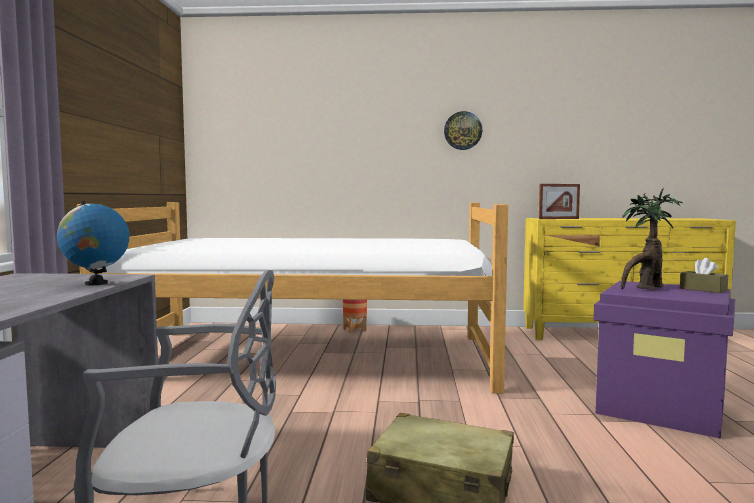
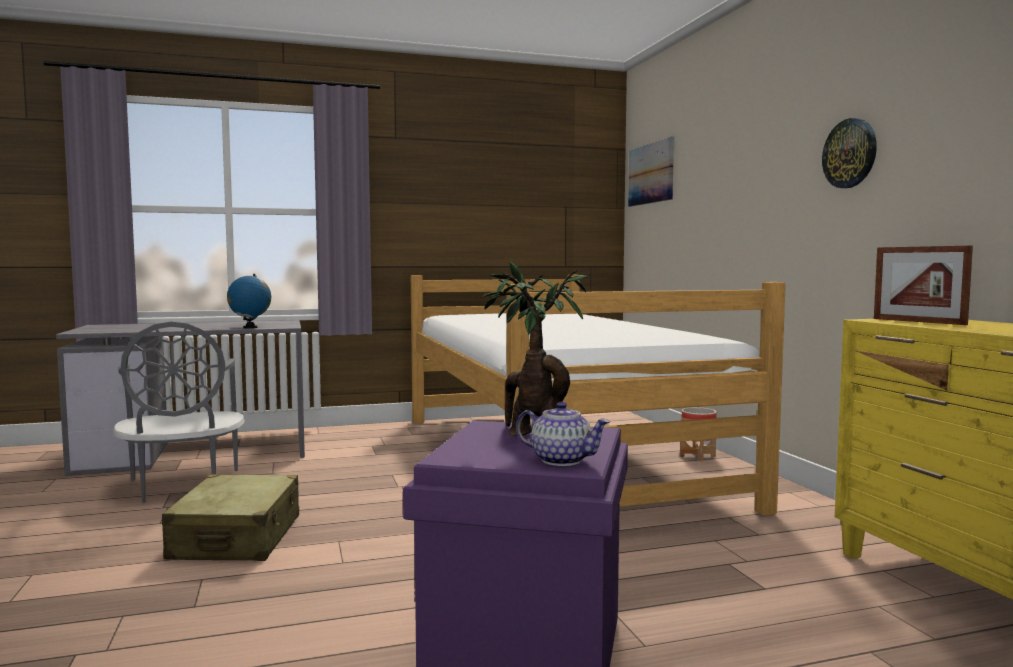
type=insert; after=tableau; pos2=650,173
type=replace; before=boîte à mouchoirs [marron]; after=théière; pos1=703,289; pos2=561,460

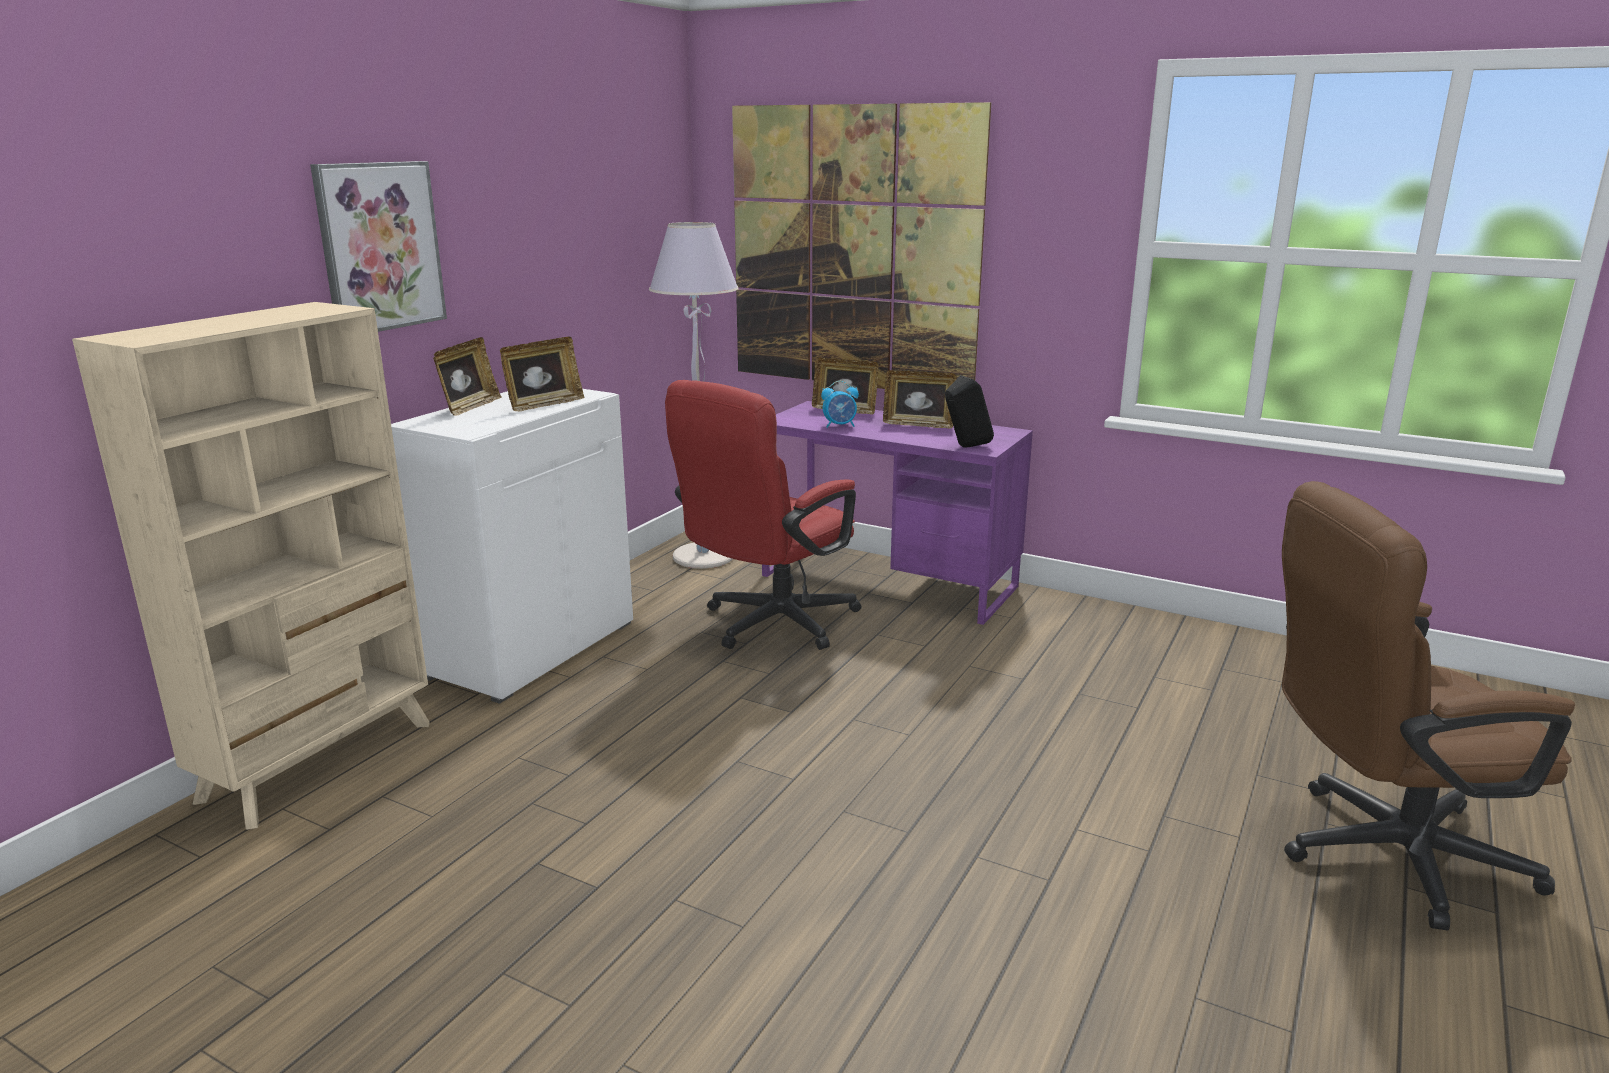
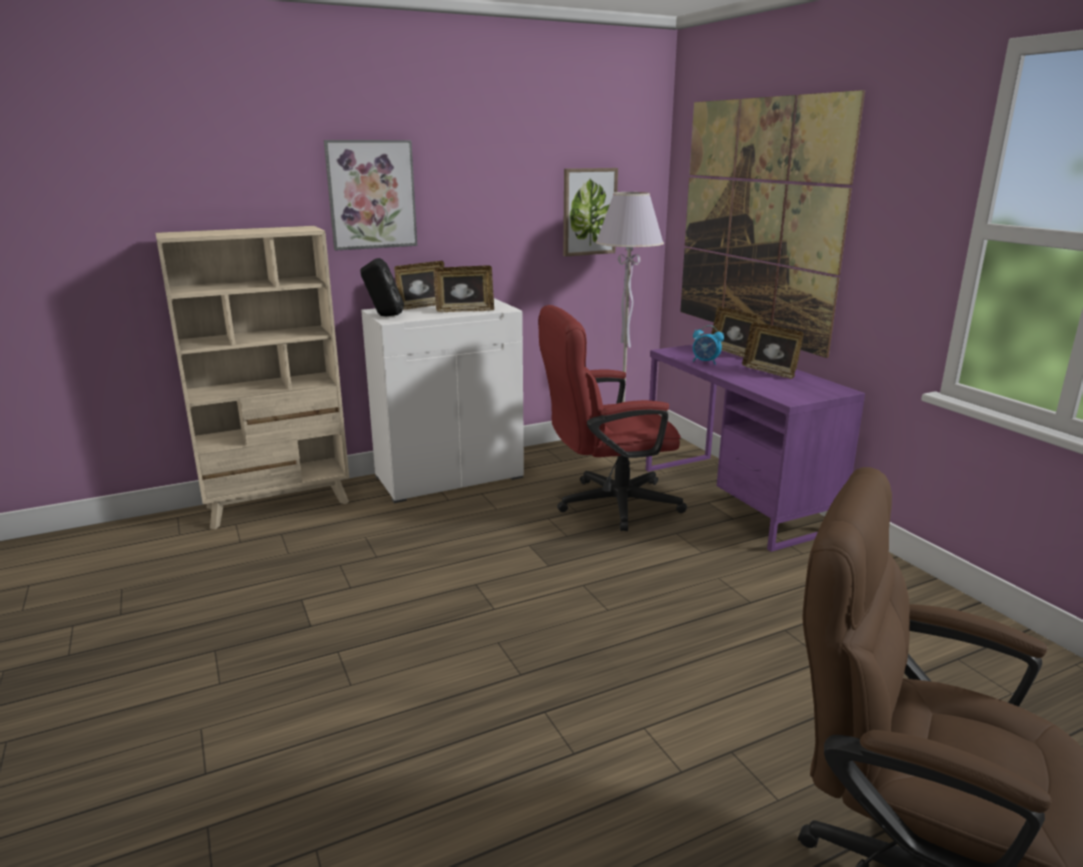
type=insert; after=tableau; pos2=589,212
type=move; before=enceinte [noir]; pos1=965,447; pos2=383,316

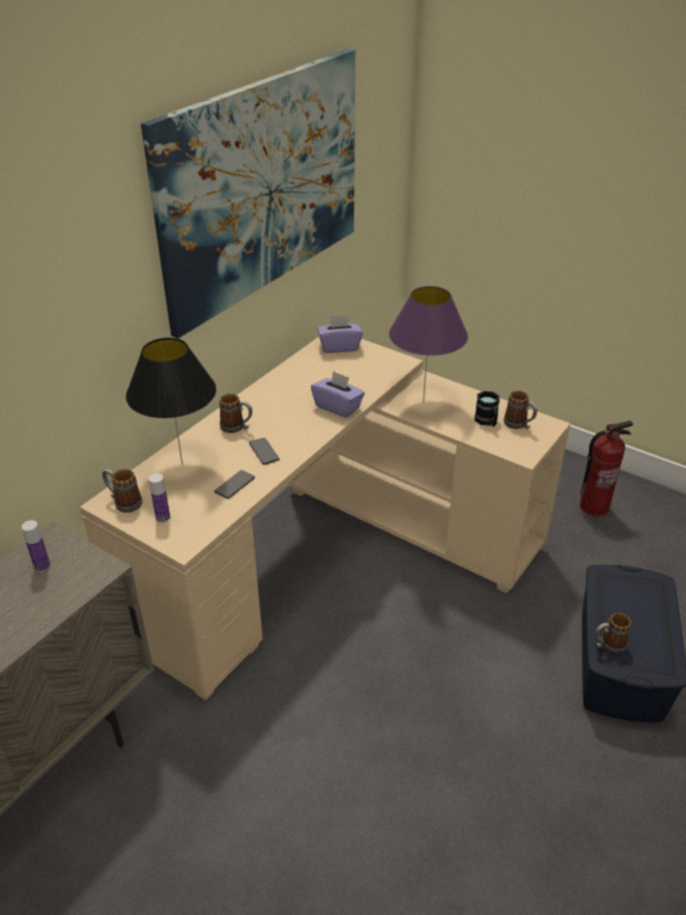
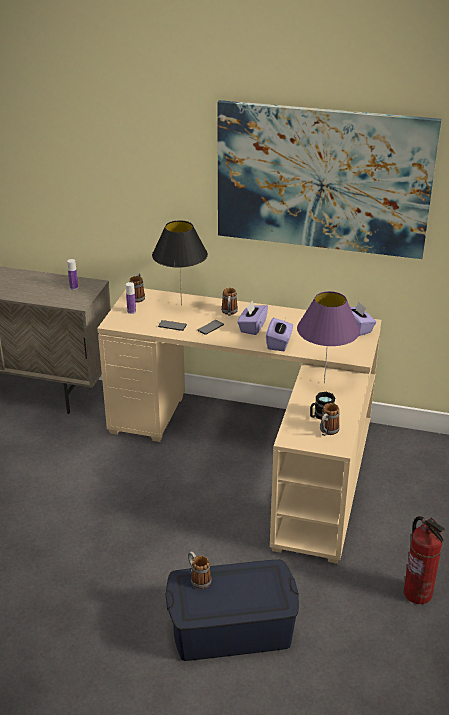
type=insert; after=boîte à mouchoirs [violet]; pos2=252,327

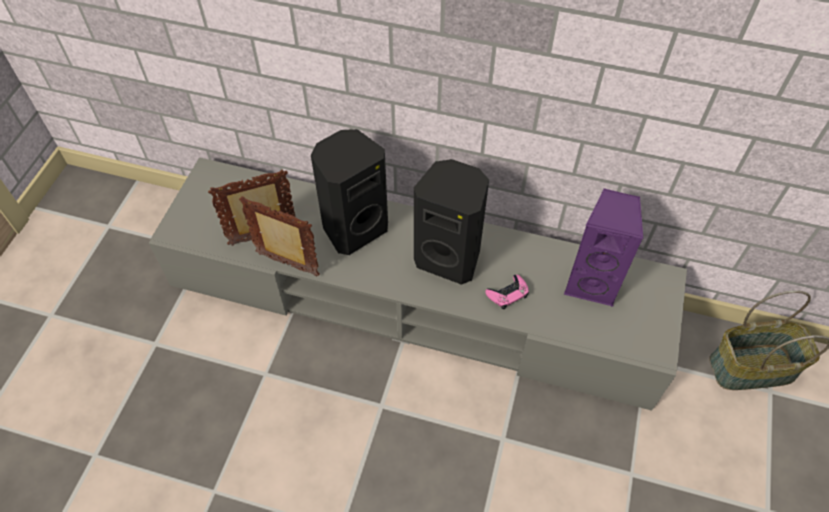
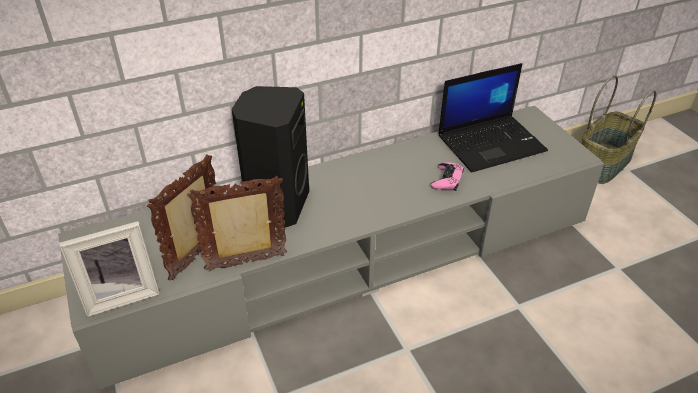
type=delete; before=enceinte [noir]; pos1=449,257
type=insert; after=cadre photo; pos2=121,294
type=replace; before=enceinte [violet]; after=ordinateur portable; pos1=592,283; pos2=491,143

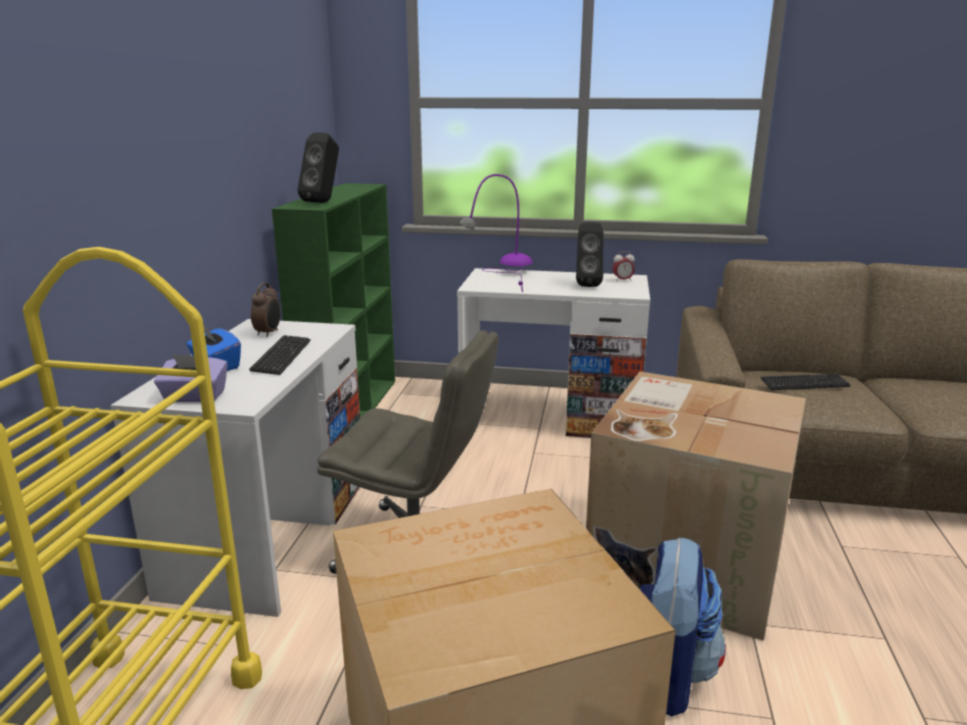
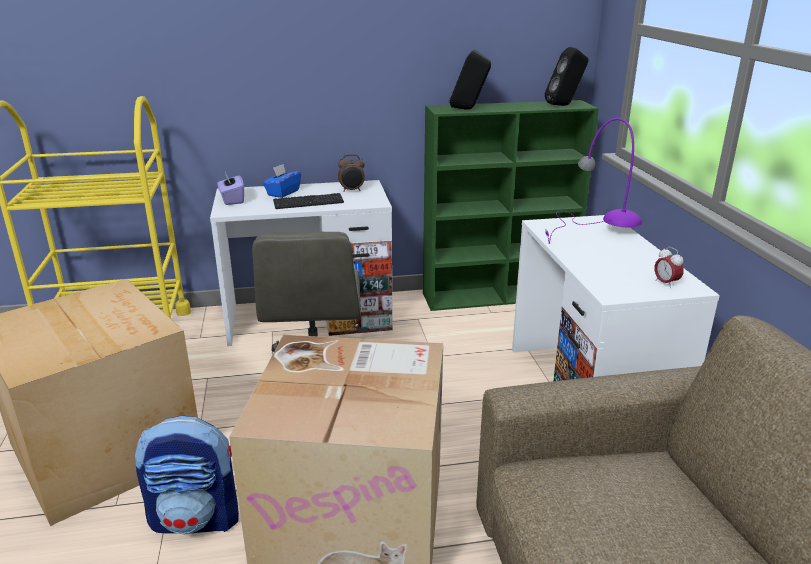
type=delete; before=clavier; pos1=804,384
type=move; before=enceinte [noir]; pos1=587,284; pos2=564,105

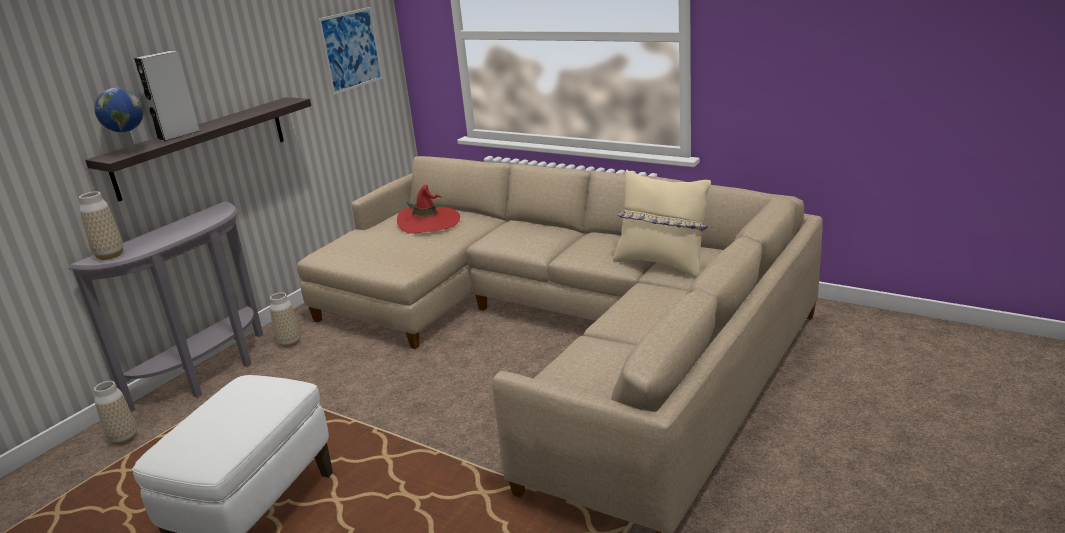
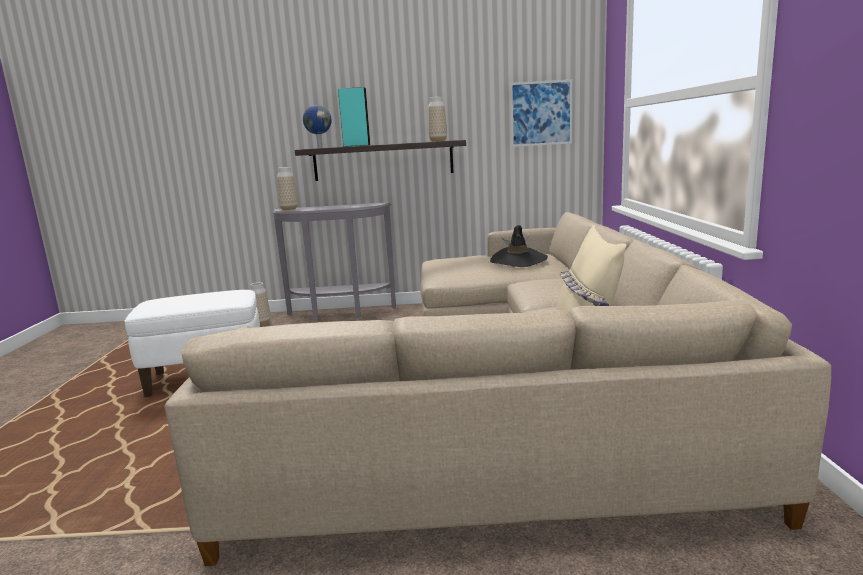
type=move; before=vase; pos1=289,343; pos2=438,141
type=recolor; before=enceinte [gris]; after=enceinte [turquoise]; pos1=178,135; pos2=356,145
type=recolor; before=chapeau [rouge]; after=chapeau [noir]; pos1=429,222; pos2=518,261

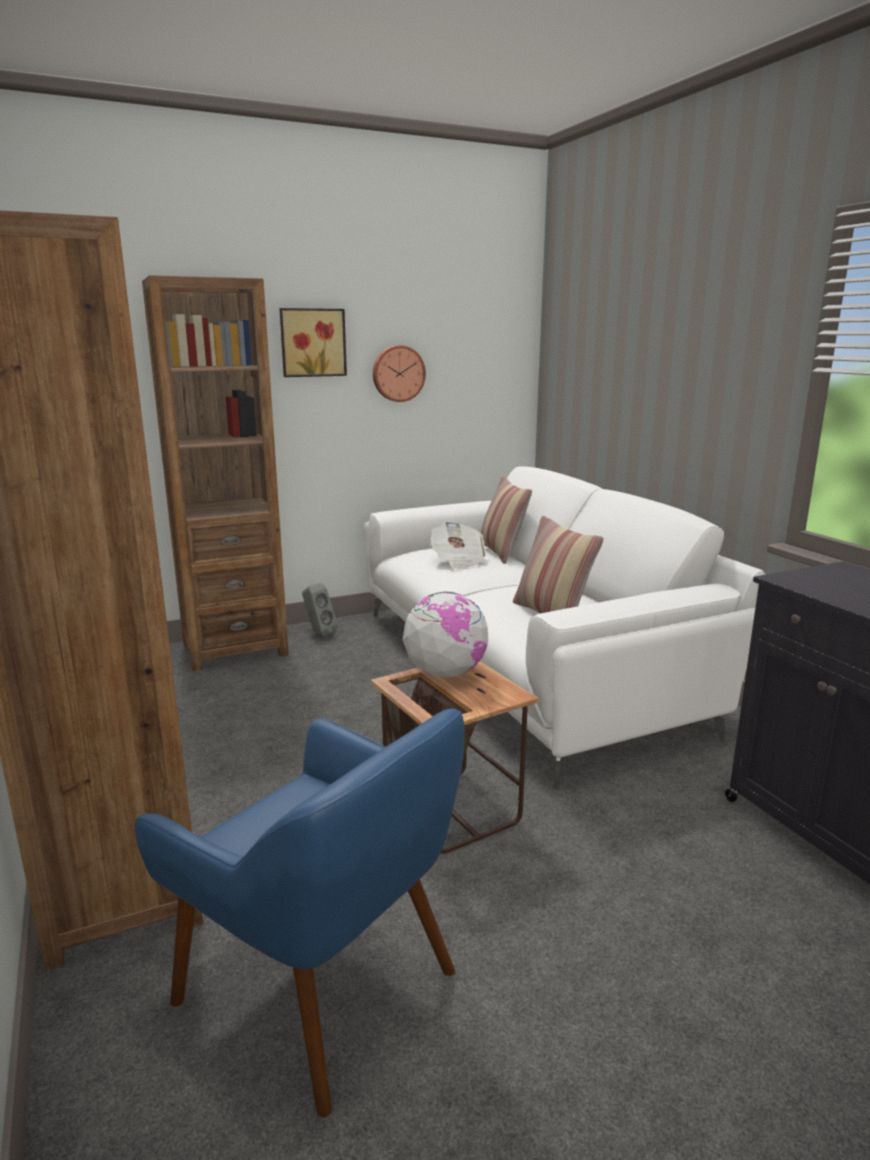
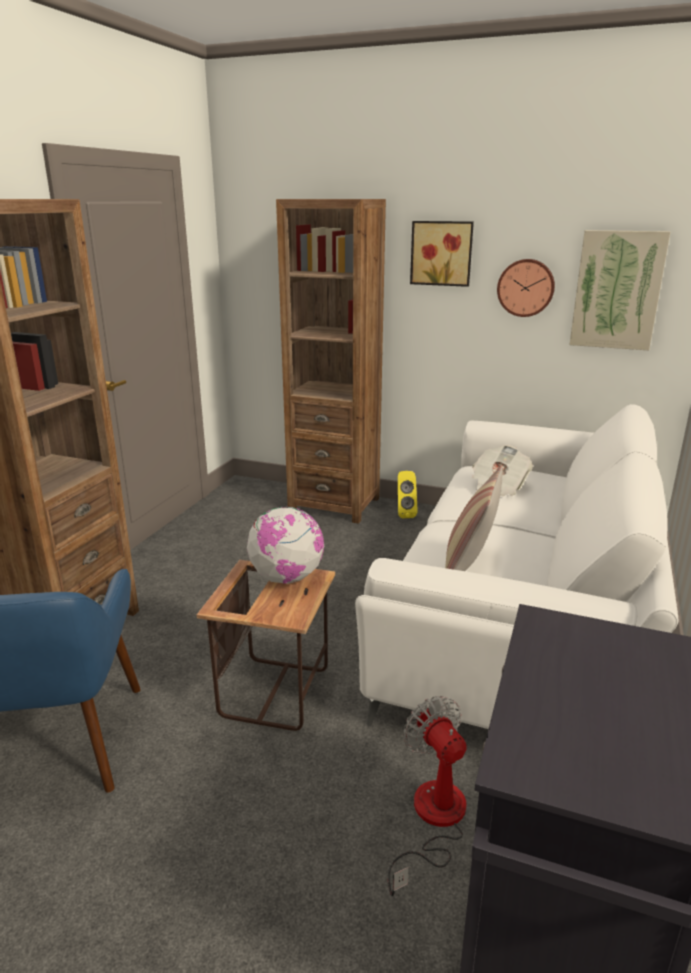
type=delete; before=coussin; pos1=501,552
type=insert; after=ventilateur; pos2=432,820
type=insert; after=tableau; pos2=617,290
type=recolor; before=enceinte [gris]; after=enceinte [jaune]; pos1=318,633; pos2=404,514

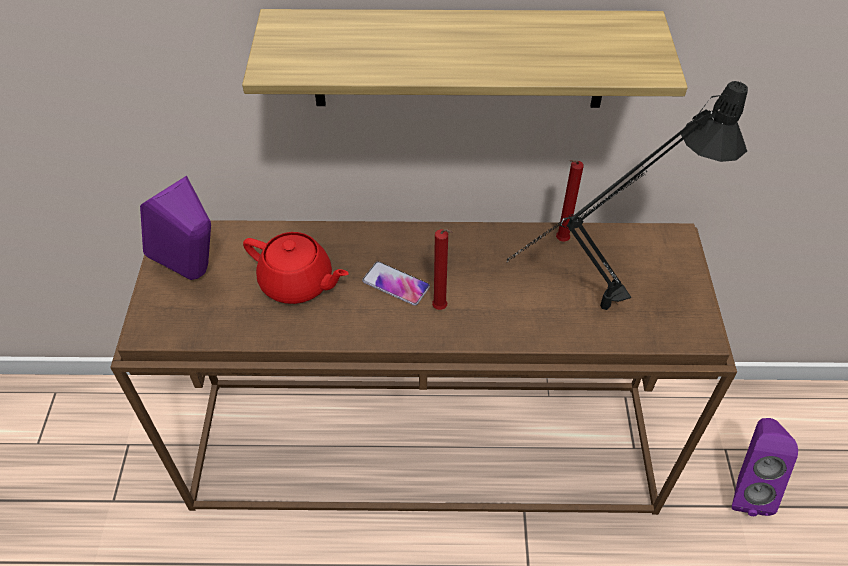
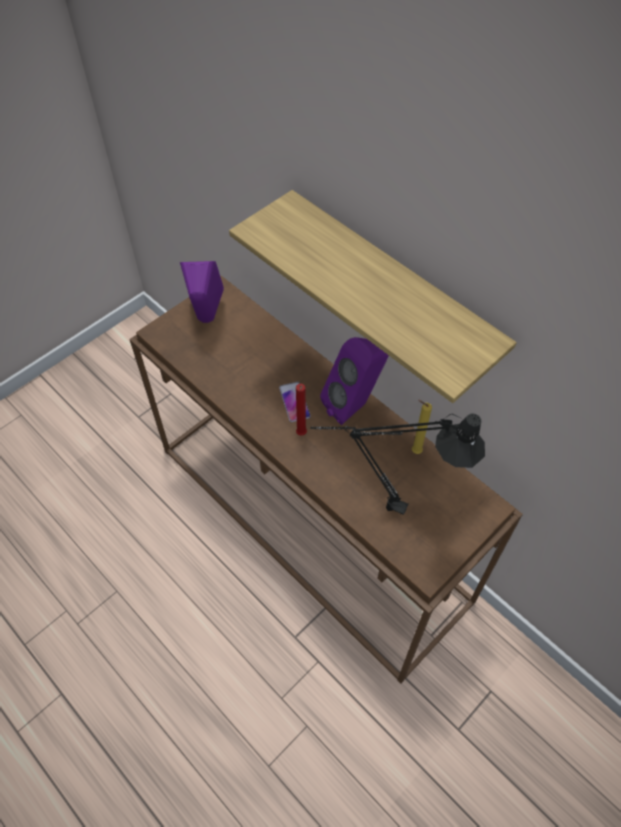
type=delete; before=théière [rouge]; pos1=298,283
type=move; before=enceinte [violet]; pos1=745,487; pos2=354,405
type=recolor; before=bougie [rouge]; after=bougie [jaune]; pos1=560,241; pos2=414,451

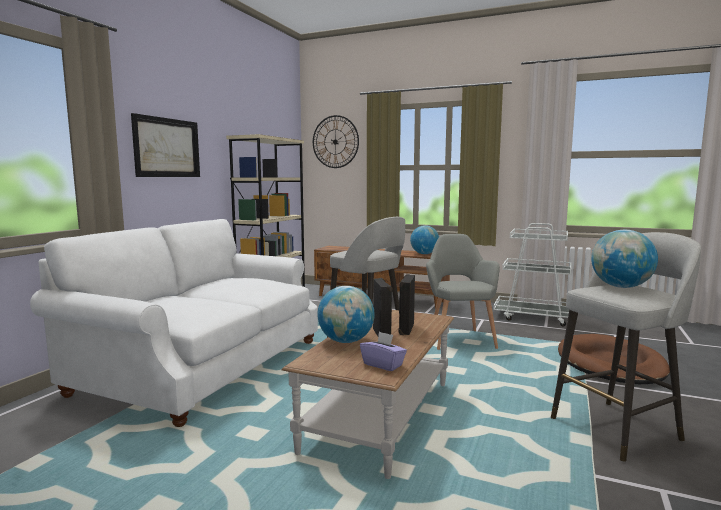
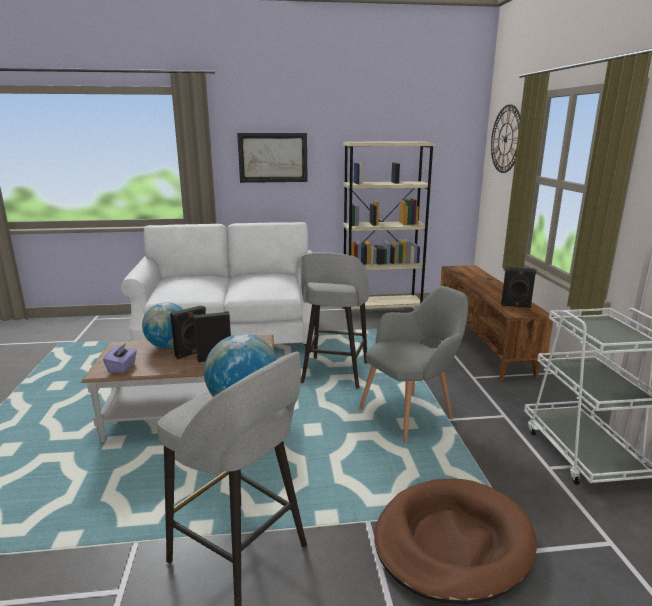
type=replace; before=globe; after=enceinte [noir]; pos1=424,254; pos2=515,306

